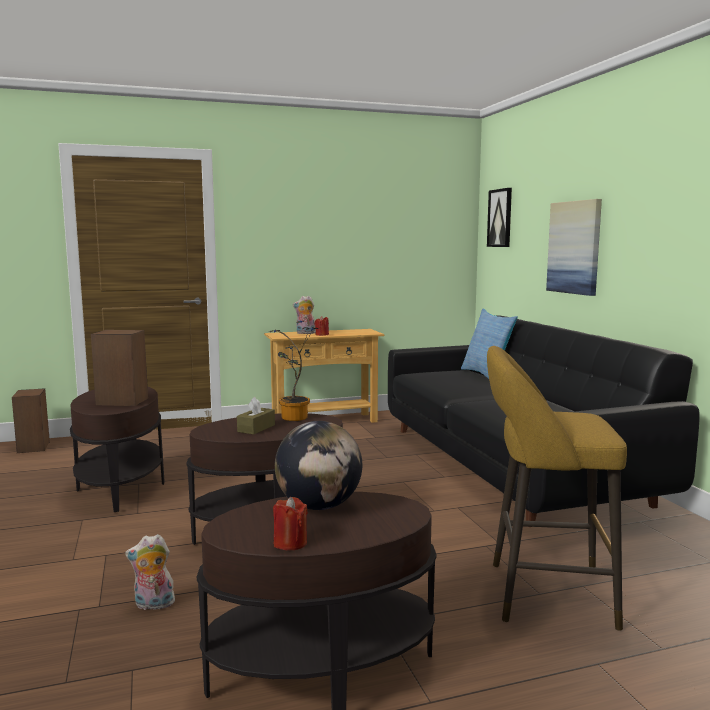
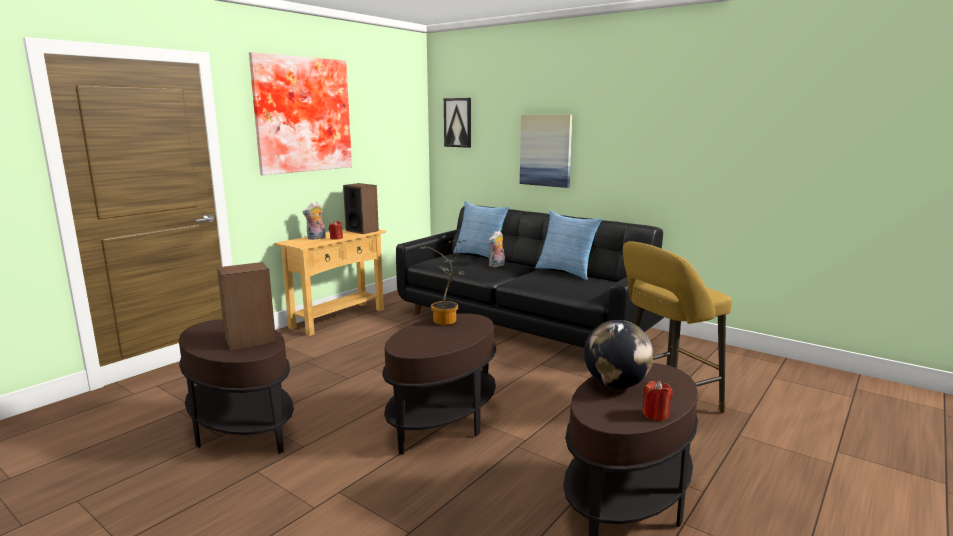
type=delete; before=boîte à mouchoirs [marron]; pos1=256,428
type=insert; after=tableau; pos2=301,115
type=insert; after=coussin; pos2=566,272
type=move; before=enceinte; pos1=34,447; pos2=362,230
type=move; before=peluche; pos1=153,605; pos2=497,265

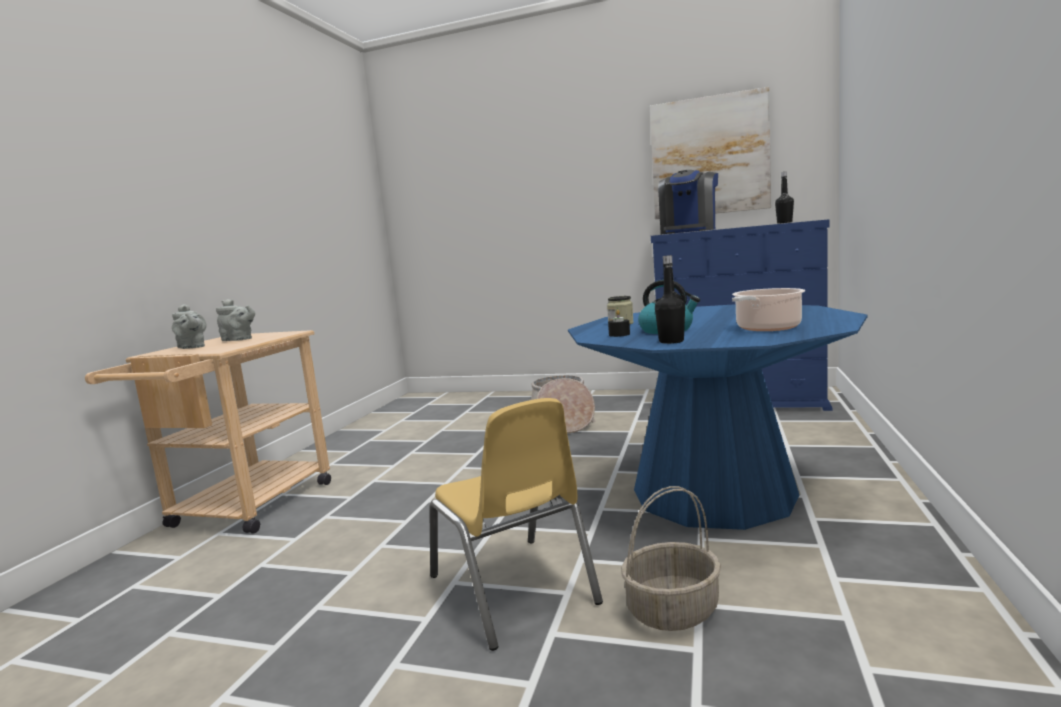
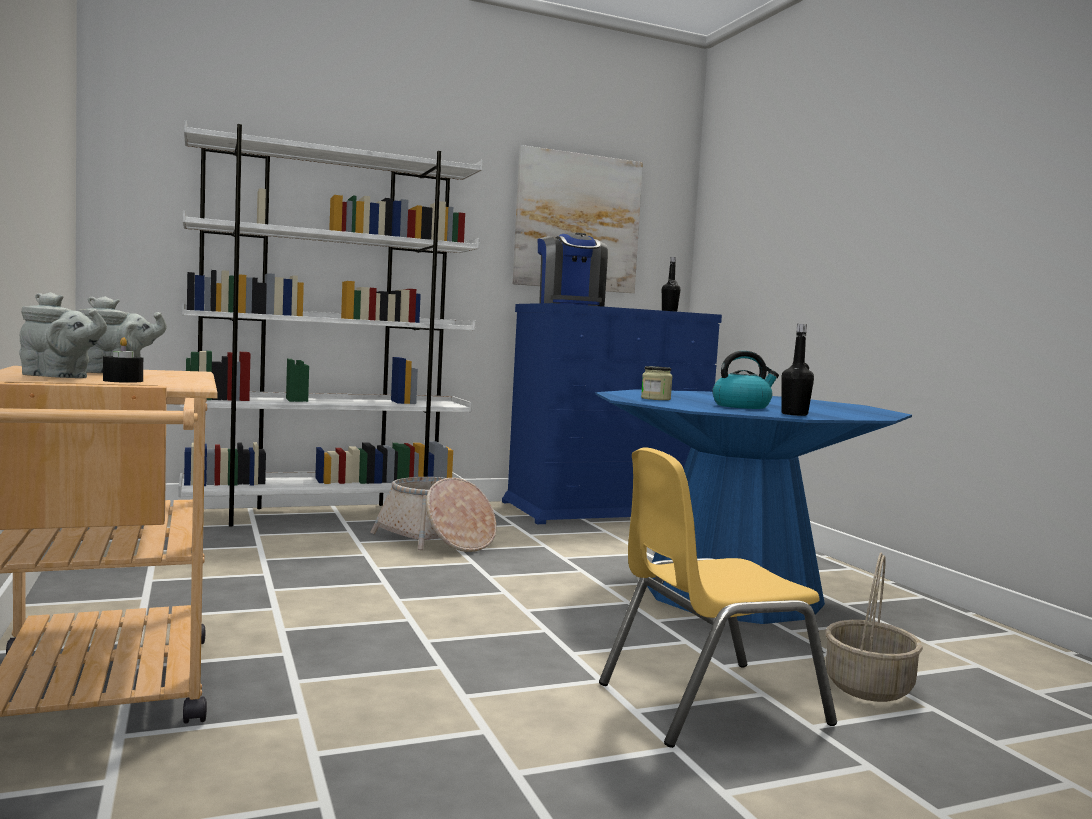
type=delete; before=marmite; pos1=766,328
type=insert; after=bibliothèque [blanc]; pos2=327,514
type=move; before=bougie [noir]; pos1=619,334; pos2=123,381
type=rotate; before=chaise [jaune]; pos1=513,589; pos2=709,703; turn=135

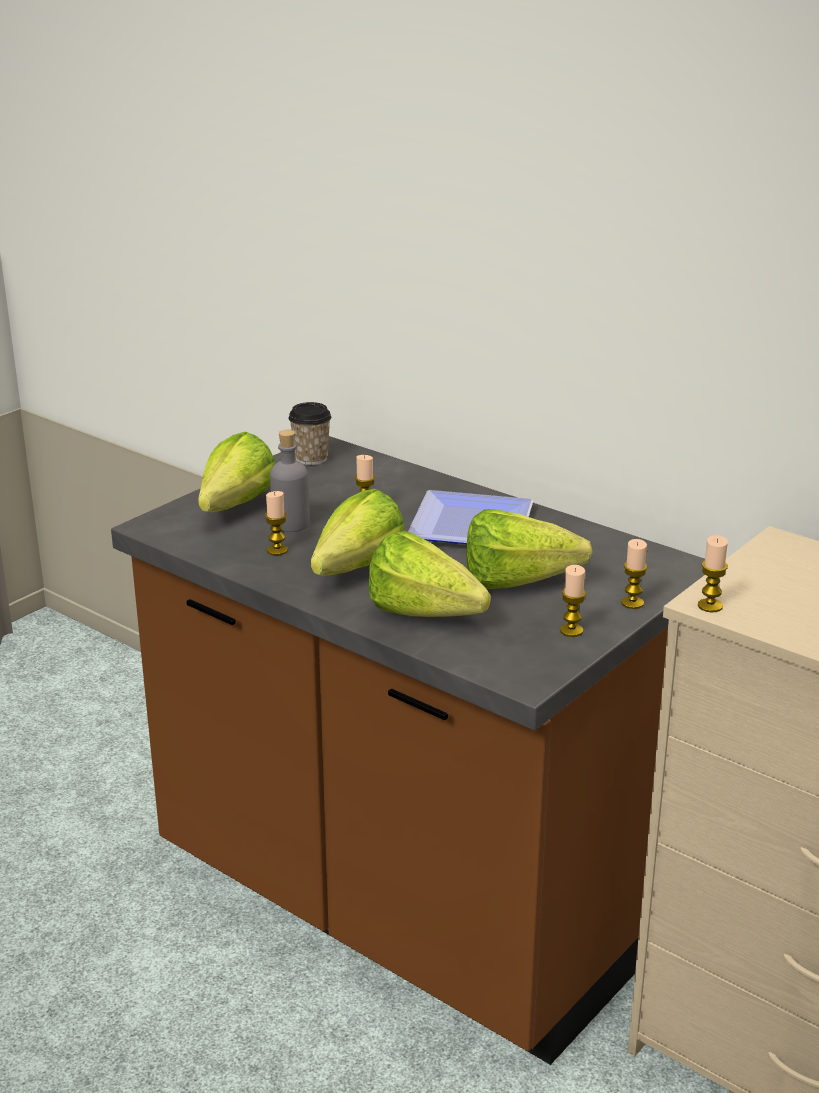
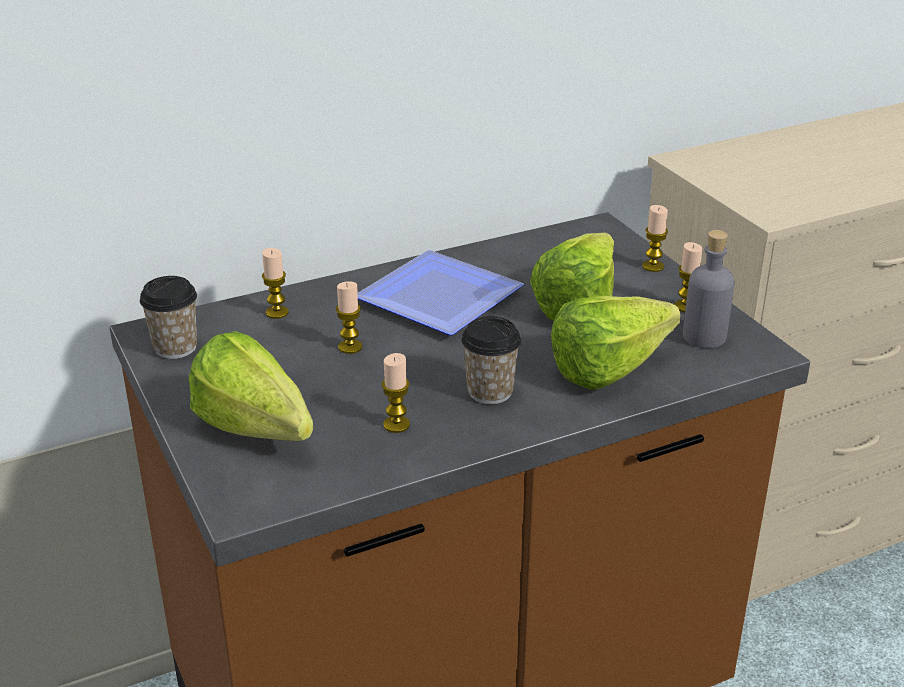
type=move; before=bouteille [gris]; pos1=291,524; pos2=704,337
type=move; before=bougie; pos1=710,606; pos2=277,312
type=replace; before=laitue; after=tasse; pos1=349,573; pos2=490,392

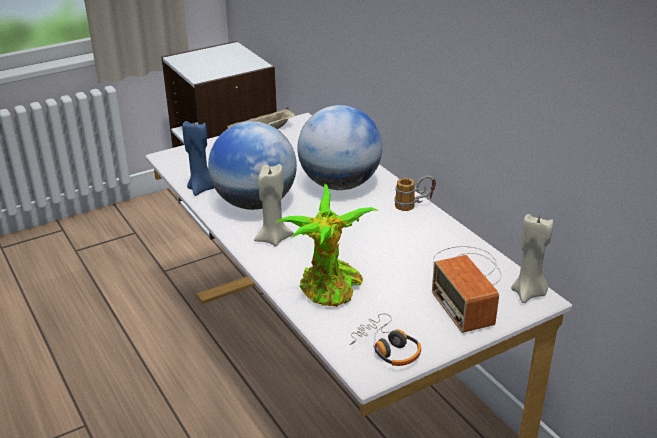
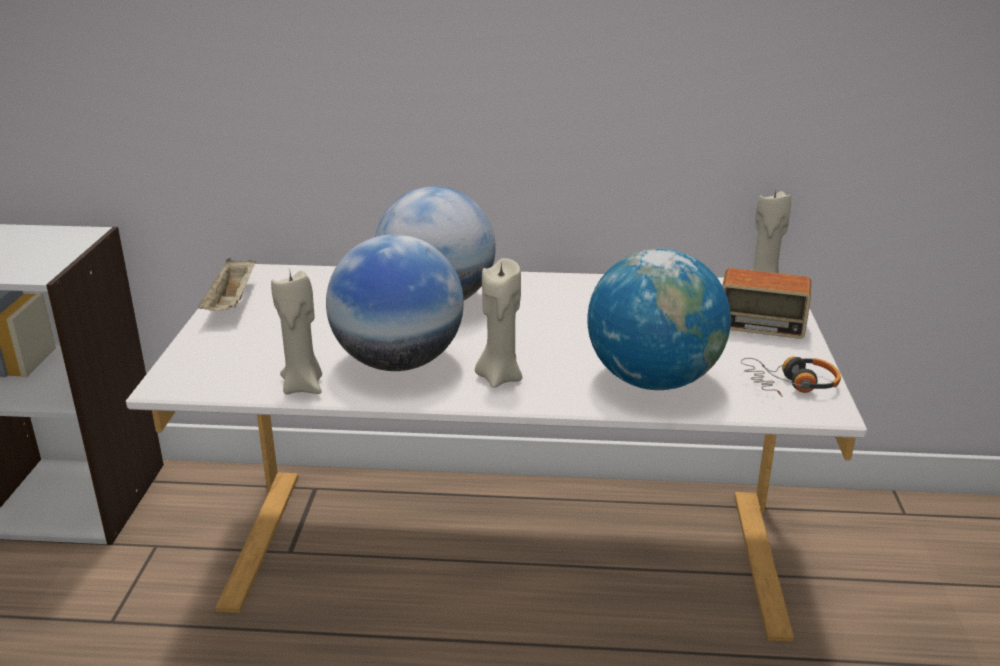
type=delete; before=mug; pos1=414,206
type=replace; before=plante en pot; after=globe; pos1=329,291; pos2=653,380
type=recolor; before=bougie [bleu]; after=bougie [beige]; pos1=201,189; pos2=303,386

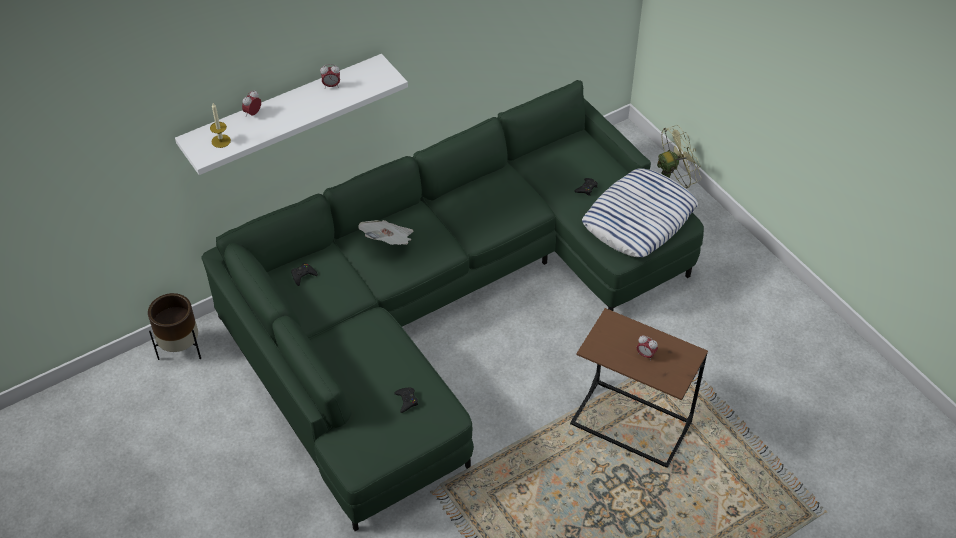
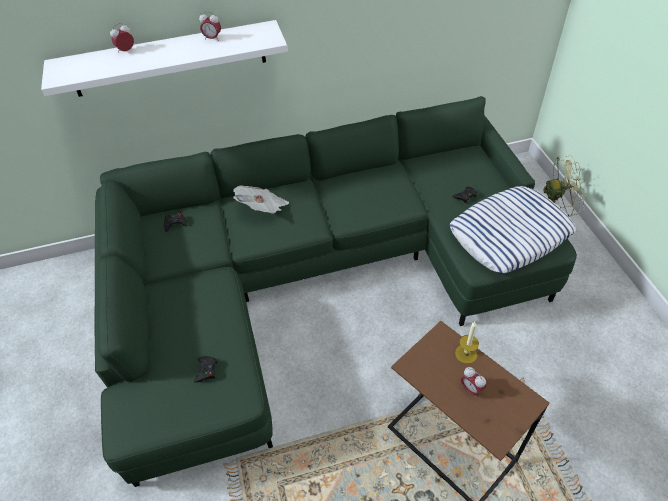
type=delete; before=cache-pot [marron]; pos1=181,349
type=move; before=bougie; pos1=221,141; pos2=466,354

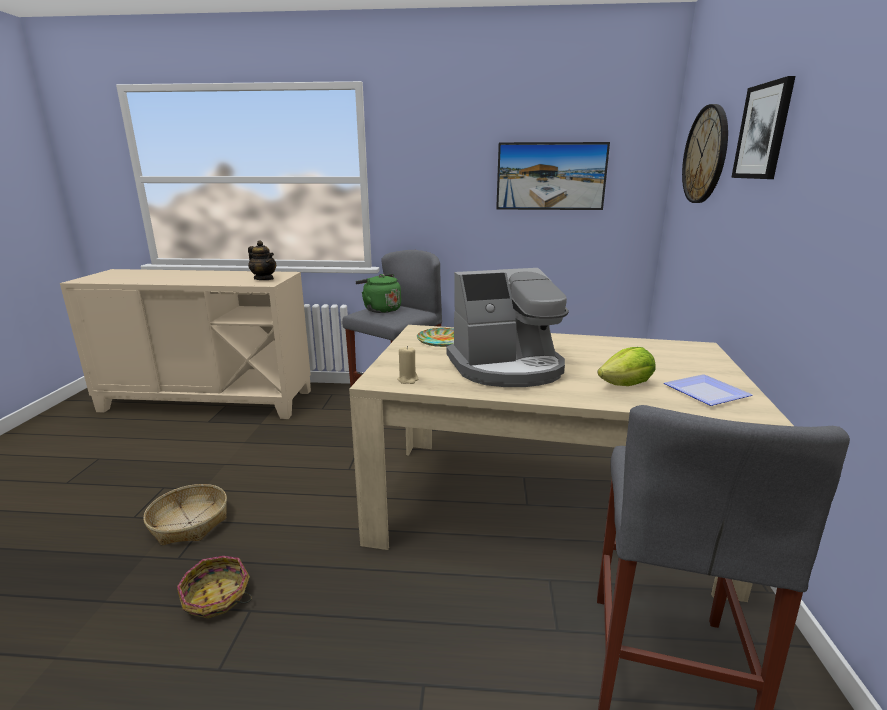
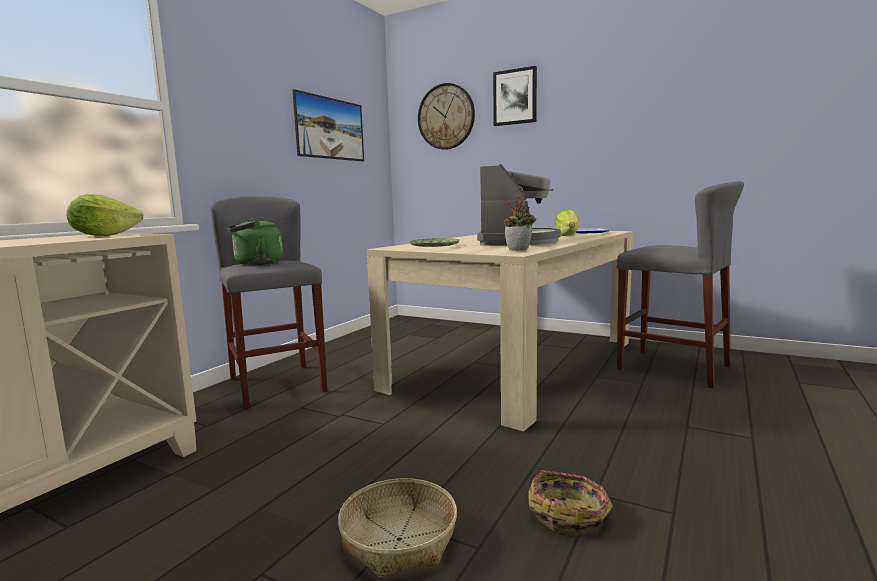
type=replace; before=théière; after=laitue; pos1=264,279; pos2=104,235
type=replace; before=bougie [beige]; after=plante en pot; pos1=408,380; pos2=519,250

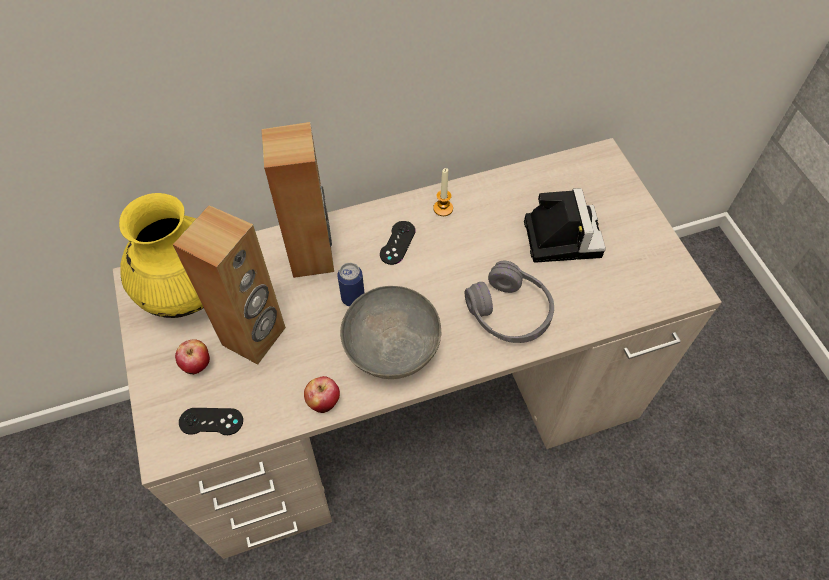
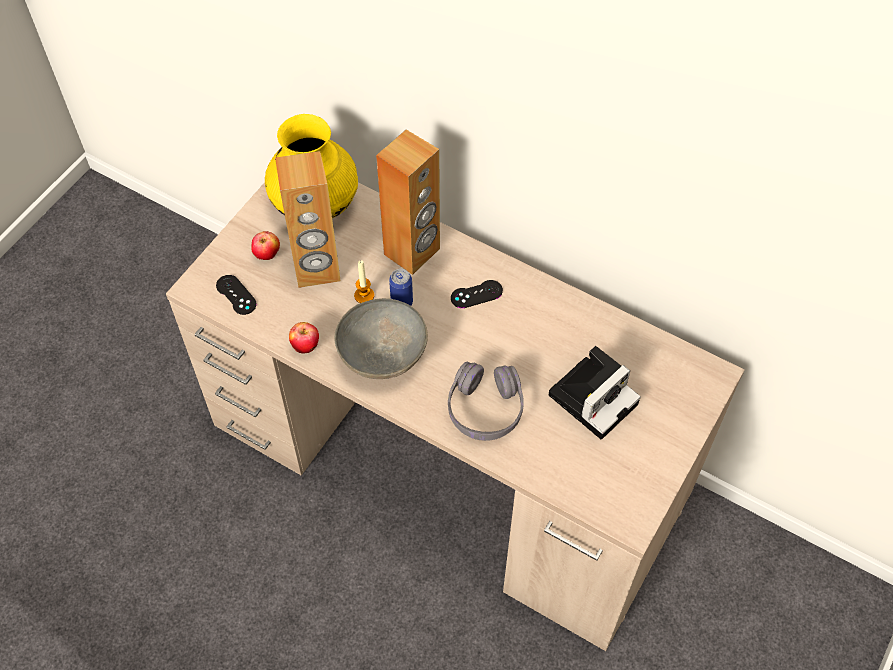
type=move; before=bougie; pos1=443,208; pos2=364,295

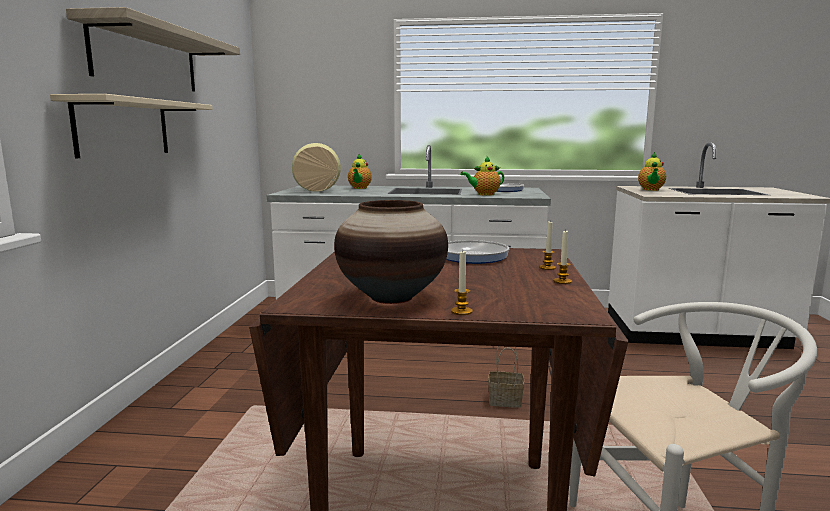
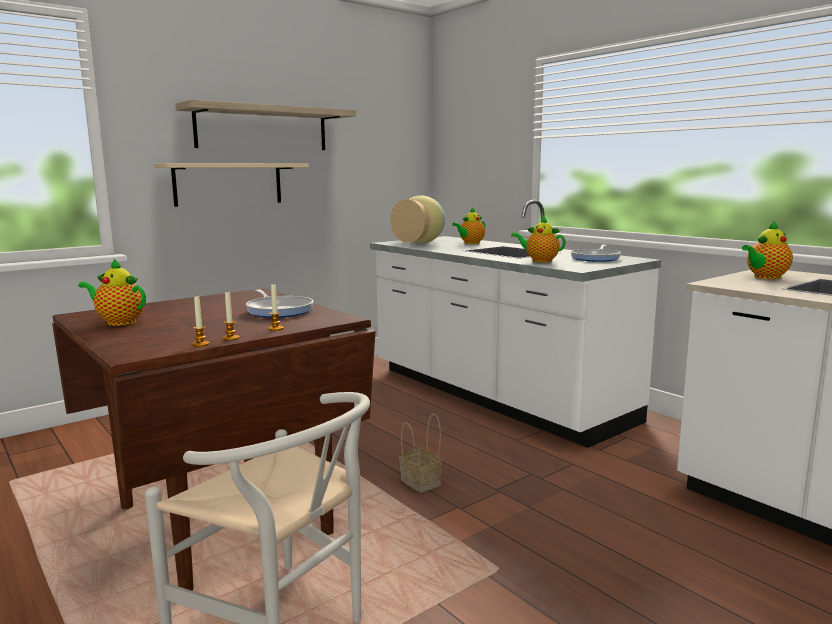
type=move; before=bougie; pos1=461,311; pos2=200,344
type=replace; before=vase; after=théière; pos1=392,297; pos2=118,322

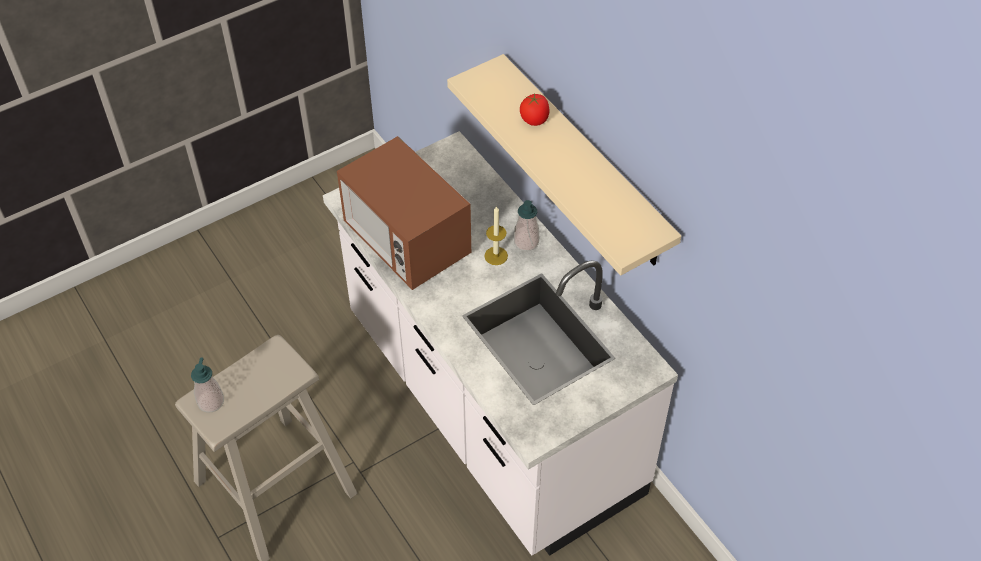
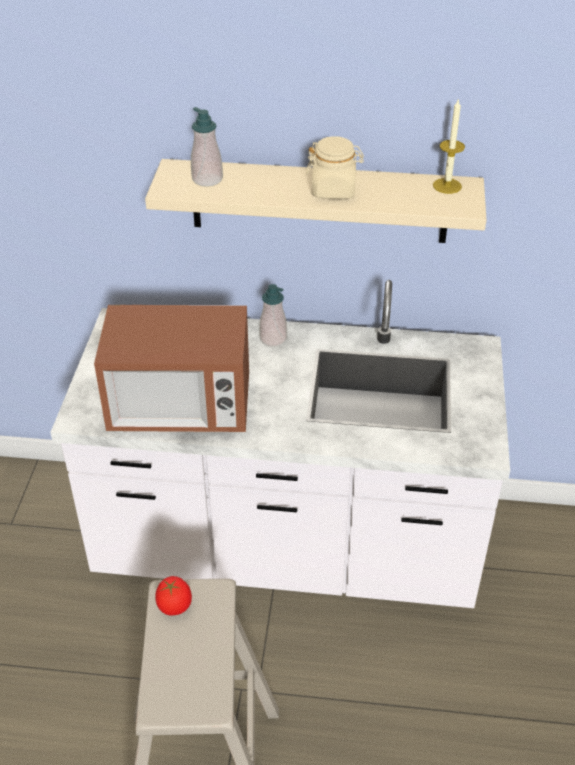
type=insert; after=bocal [beige]; pos2=333,190
type=move; before=distributeur de savon; pos1=211,402; pos2=207,179
type=move; before=bougie; pos1=496,256; pos2=447,186
type=move; before=tomate; pos1=534,120; pos2=174,606

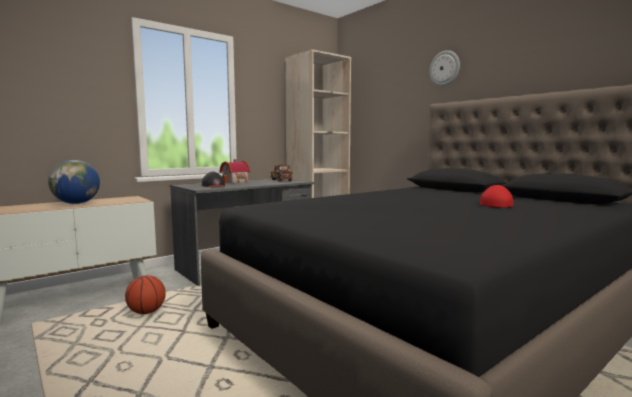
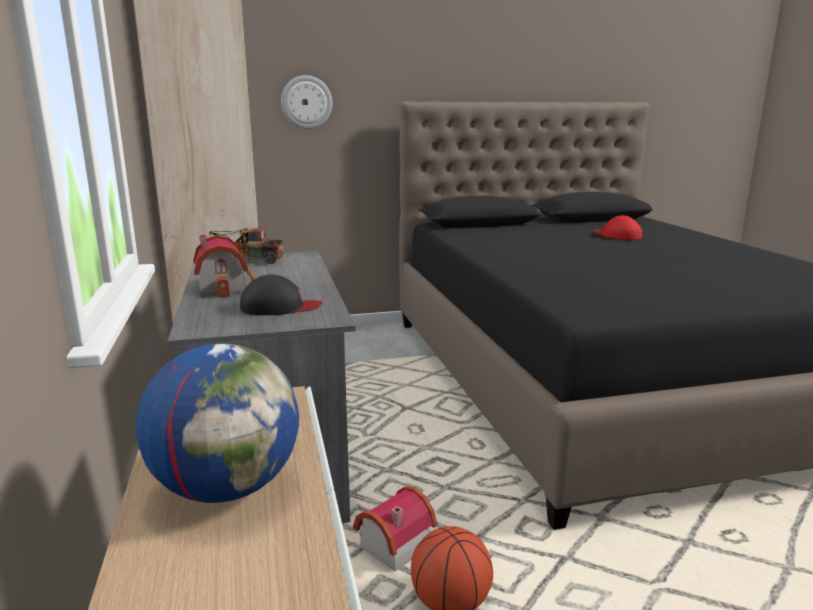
type=insert; after=maison miniature; pos2=390,547
type=move; before=horloge murale; pos1=444,68; pos2=306,102

